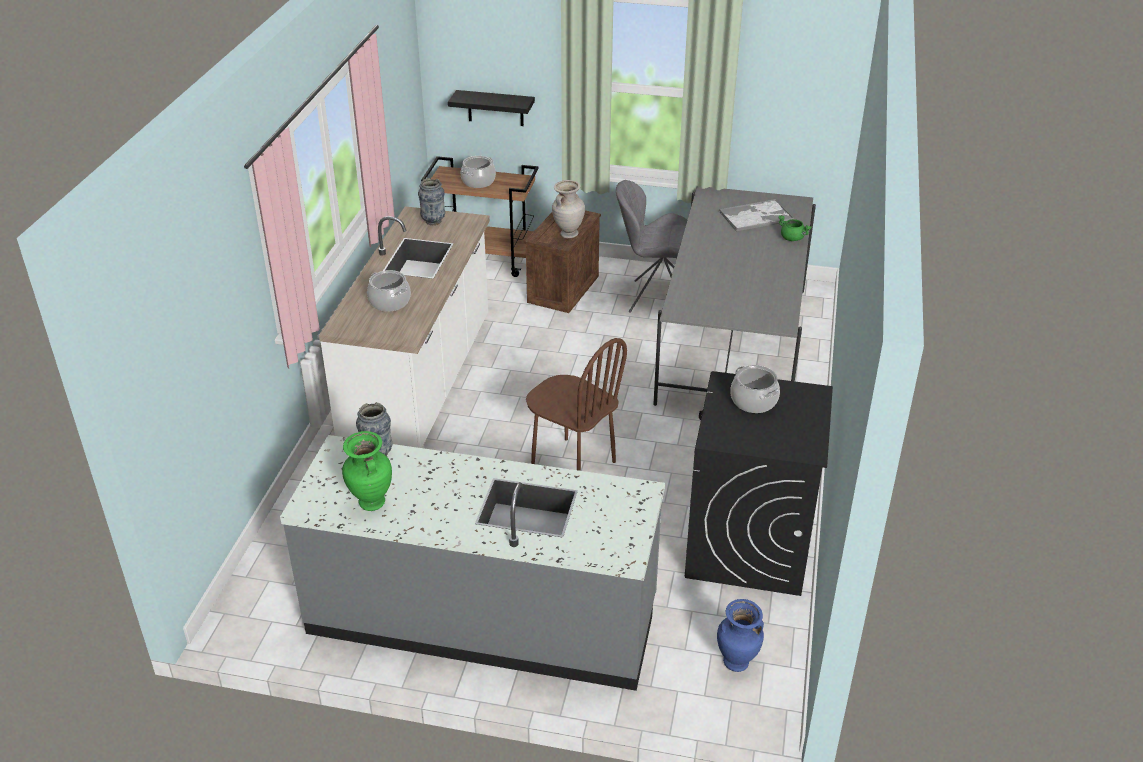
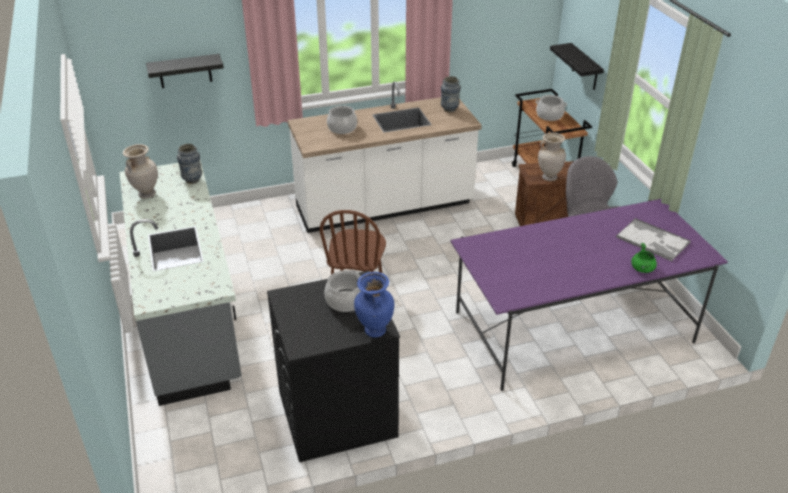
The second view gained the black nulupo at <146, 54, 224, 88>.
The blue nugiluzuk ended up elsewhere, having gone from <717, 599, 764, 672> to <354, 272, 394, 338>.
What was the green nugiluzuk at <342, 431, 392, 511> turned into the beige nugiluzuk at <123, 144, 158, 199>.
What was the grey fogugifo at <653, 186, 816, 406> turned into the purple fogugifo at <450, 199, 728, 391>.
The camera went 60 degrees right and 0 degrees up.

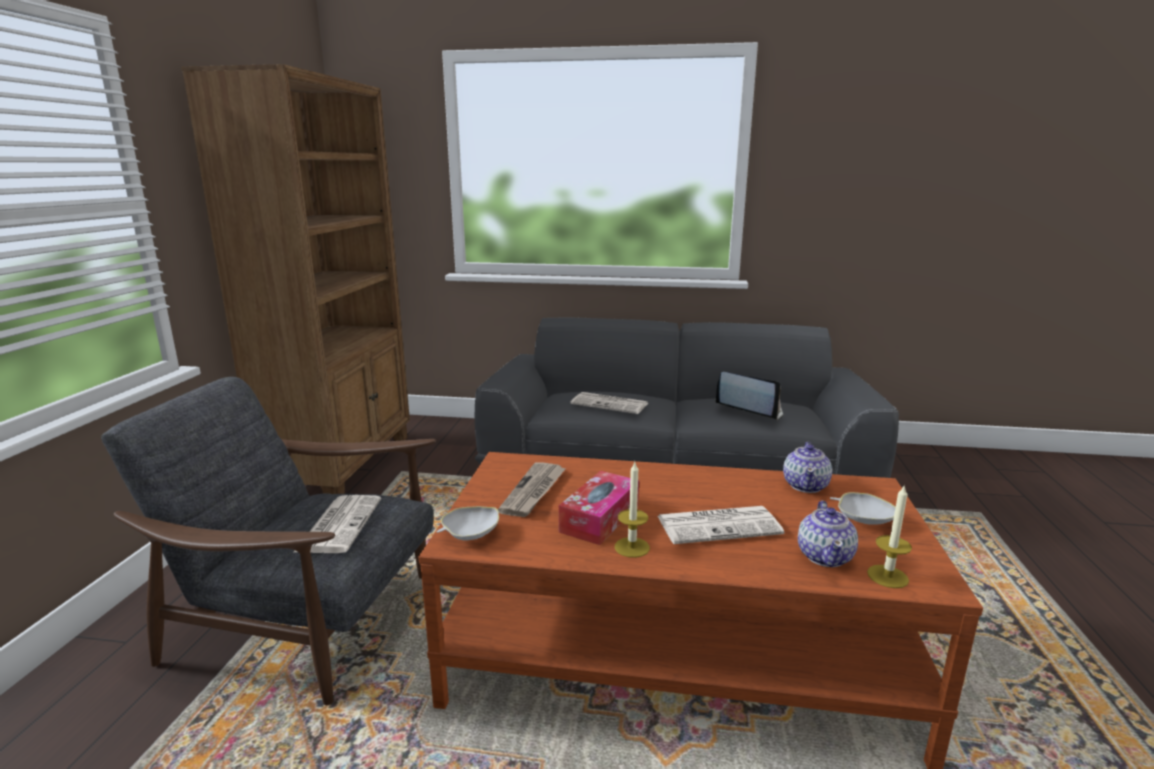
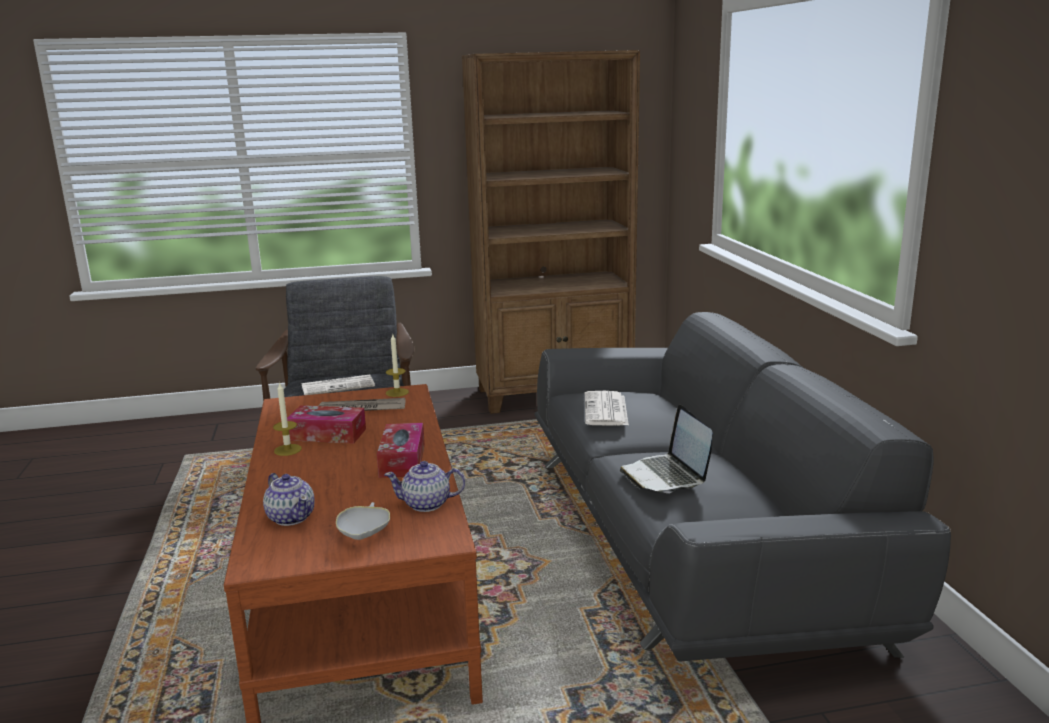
The second view lost the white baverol at <437, 506, 499, 541>.
The second view lost the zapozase at <658, 506, 784, 544>.
The second view gained the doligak at <377, 423, 425, 478>.
The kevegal ended up elsewhere, having gone from <867, 484, 912, 588> to <386, 334, 409, 397>.
The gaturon at <715, 372, 783, 420> ended up facing another way, 150 degrees clockwise from before.
The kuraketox at <798, 501, 858, 567> ended up facing another way, 120 degrees counterclockwise from before.
The camera went 70 degrees right and 0 degrees up.

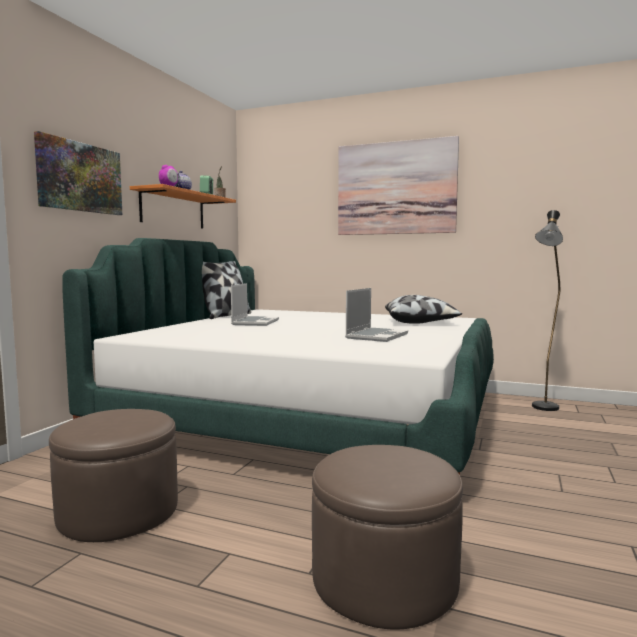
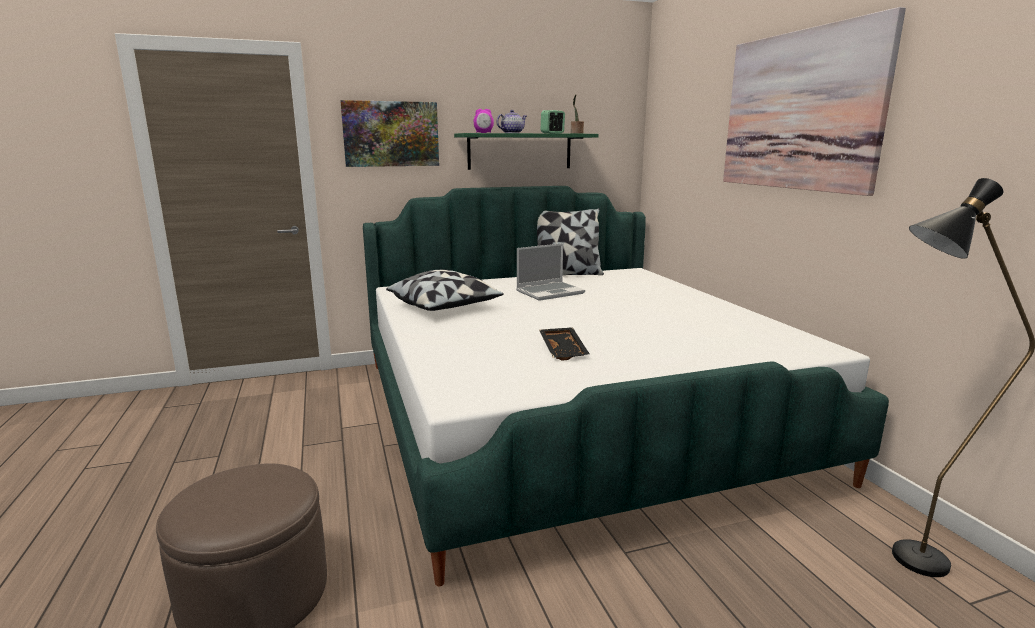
The second view lost the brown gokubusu at <49, 409, 178, 542>.
The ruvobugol ended up elsewhere, having gone from <385, 295, 462, 324> to <386, 270, 504, 311>.
Where the gaturon stood at <345, 288, 408, 342>, the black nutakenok came to stand at <539, 327, 590, 361>.
What was the orange nulupo at <130, 184, 236, 229> turned into the green nulupo at <454, 133, 599, 170>.
The camera went 50 degrees right and 10 degrees up.

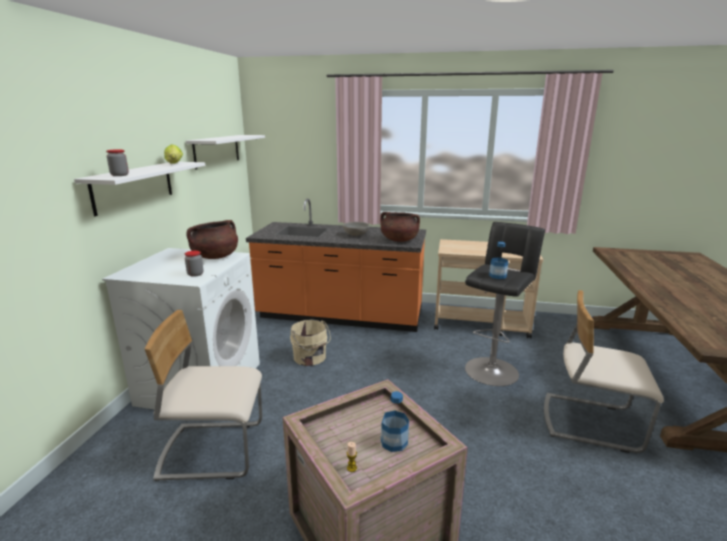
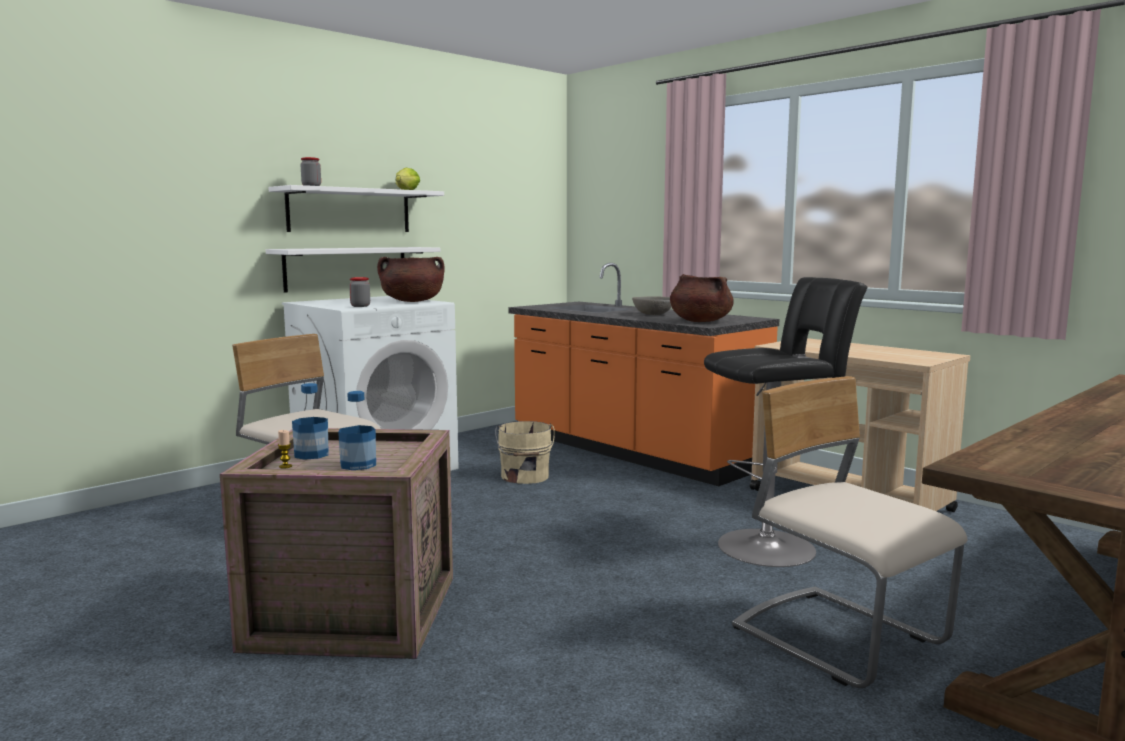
The white nulupo ended up elsewhere, having gone from <186, 135, 265, 169> to <266, 247, 441, 293>.
The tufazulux ended up elsewhere, having gone from <489, 242, 509, 279> to <292, 383, 329, 460>.
The camera went 35 degrees right and 10 degrees down.

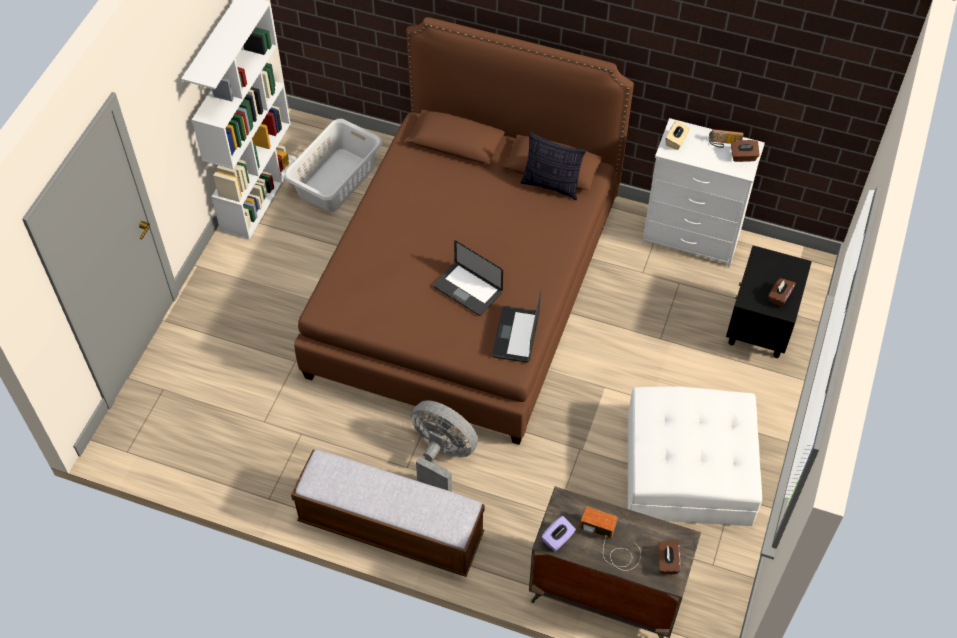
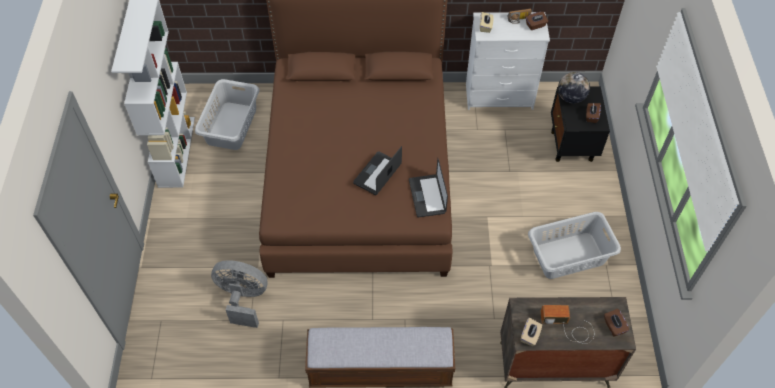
The second view lost the ruvobugol at <521, 132, 586, 200>.
The second view gained the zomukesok at <558, 72, 590, 104>.
The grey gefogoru ended up elsewhere, having gone from <411, 400, 478, 492> to <211, 260, 267, 328>.
Where the white gokubusu stood at <628, 386, 762, 526>, the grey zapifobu came to stand at <528, 212, 621, 279>.
What was the purple doligak at <541, 516, 576, 552> turned into the beige doligak at <521, 318, 542, 346>.
The gaturon at <433, 240, 503, 316> ended up facing another way, 105 degrees clockwise from before.
The camera went 20 degrees left and 0 degrees up.

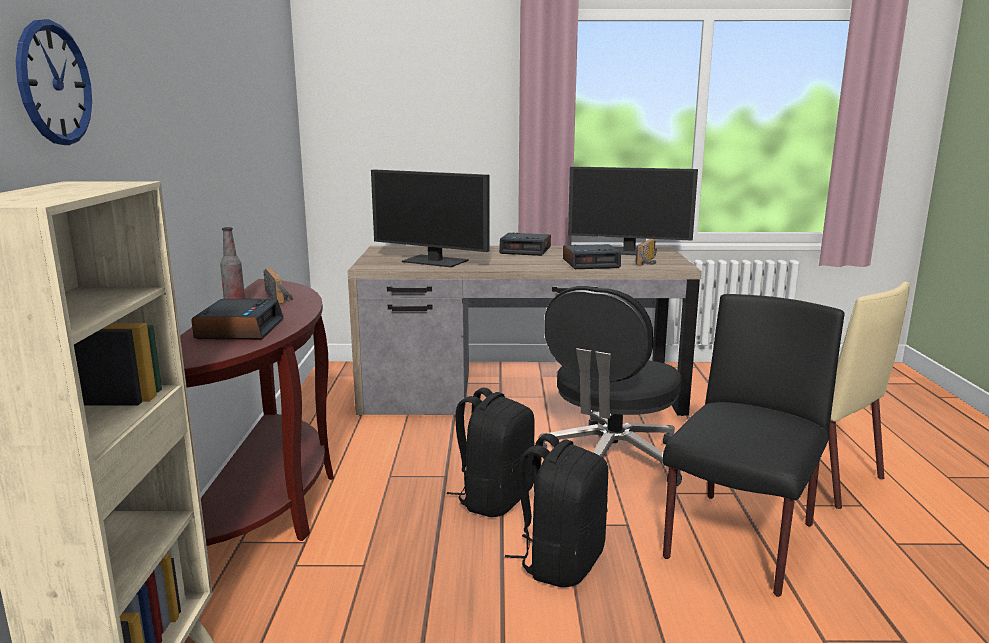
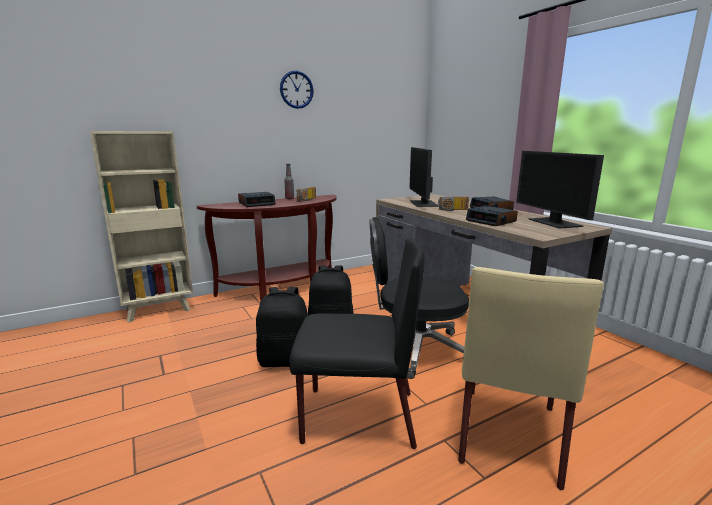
The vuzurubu ended up elsewhere, having gone from <16, 19, 92, 145> to <280, 71, 314, 109>.
The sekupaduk ended up elsewhere, having gone from <635, 239, 656, 266> to <438, 197, 469, 211>.
The camera went 60 degrees right and 0 degrees up.

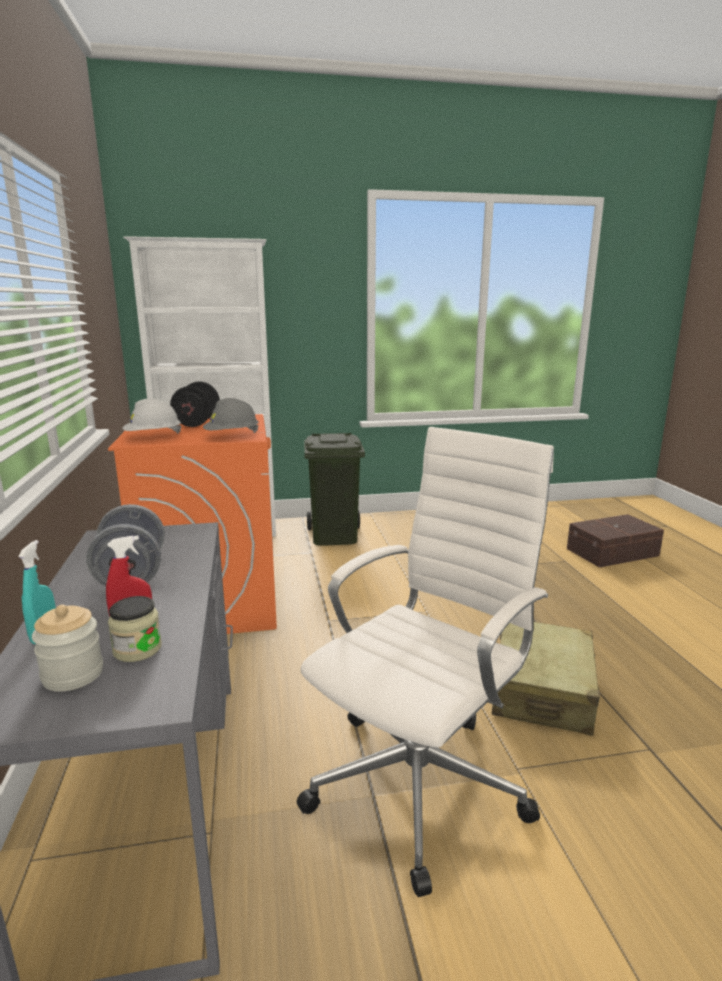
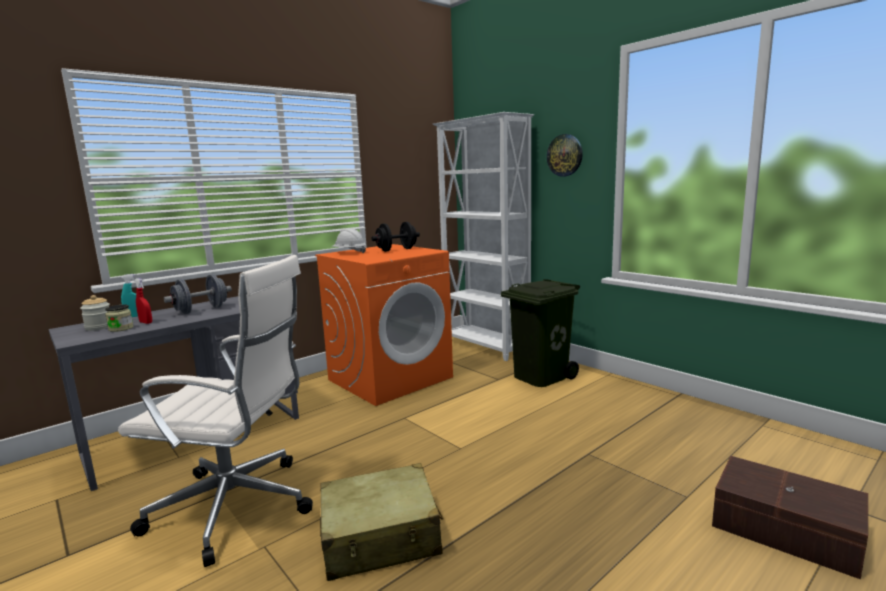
The second view lost the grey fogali at <203, 398, 259, 433>.
The second view gained the vuzurubu at <547, 134, 583, 177>.
The camera went 60 degrees right and 5 degrees down.

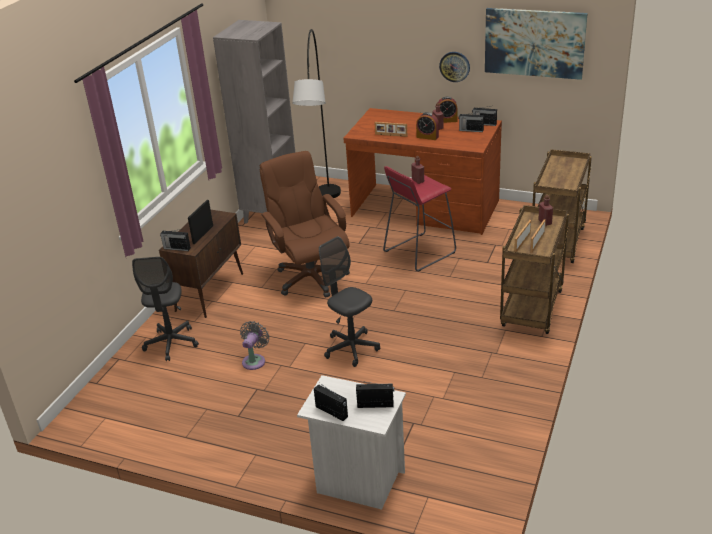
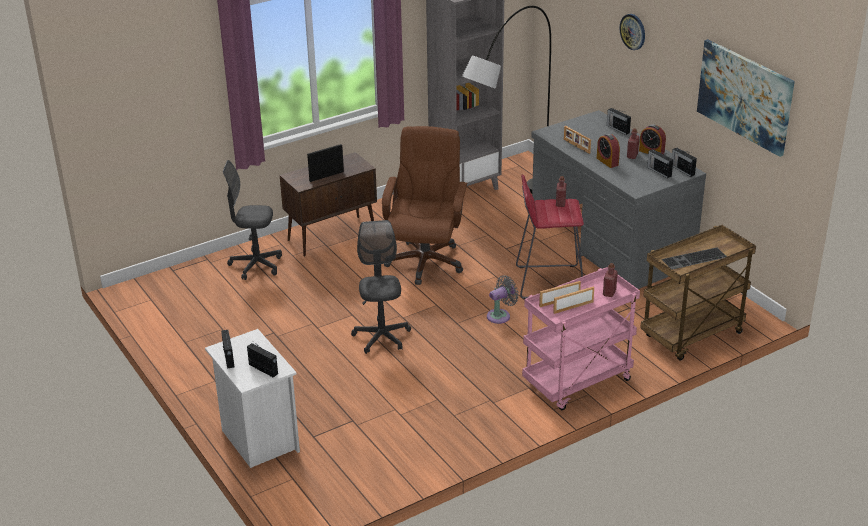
The second view gained the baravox at <662, 247, 727, 270>.
The sekupaduk ended up elsewhere, having gone from <160, 230, 191, 251> to <607, 108, 631, 135>.
The grey gefogoru ended up elsewhere, having gone from <240, 321, 269, 370> to <487, 275, 519, 324>.
The vuzurubu ended up elsewhere, having gone from <439, 52, 470, 82> to <620, 14, 645, 50>.
What was the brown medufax at <343, 108, 502, 235> turned into the grey medufax at <531, 110, 706, 289>.
What was the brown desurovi at <500, 205, 569, 334> turned into the pink desurovi at <522, 267, 640, 410>.
The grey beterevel at <132, 257, 199, 361> ended up facing another way, 60 degrees clockwise from before.
The camera went 35 degrees right and 0 degrees up.

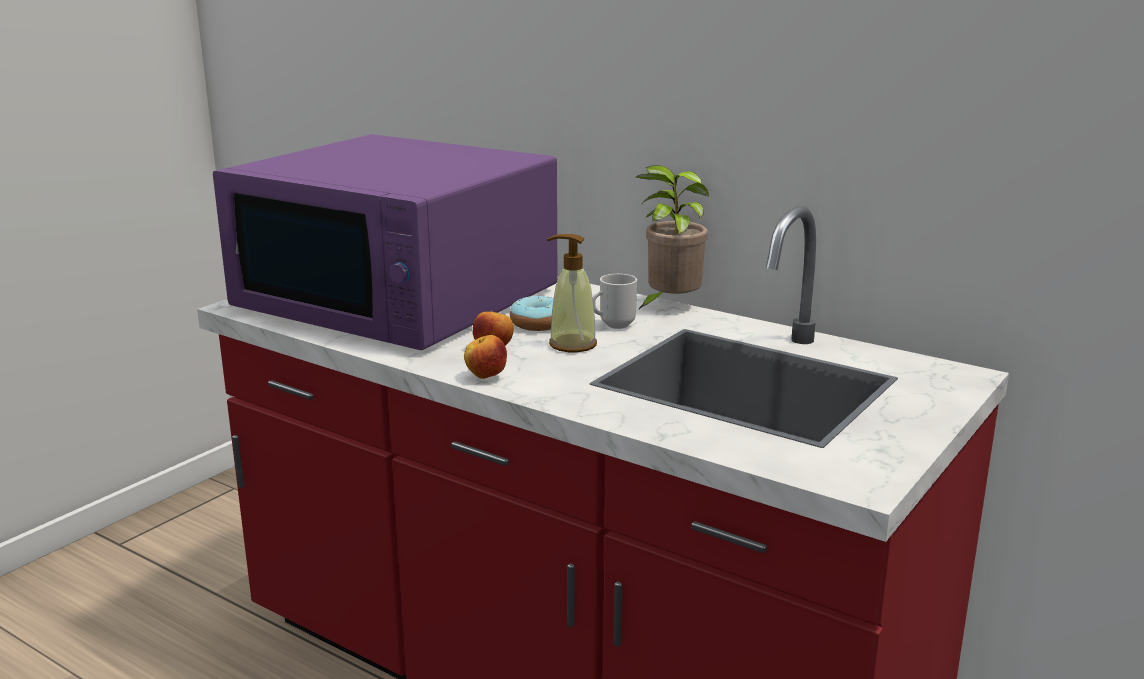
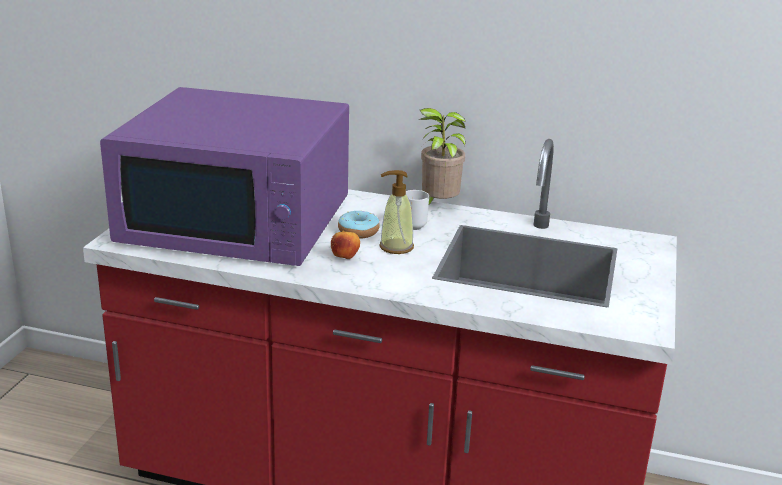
The second view lost the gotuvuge at <464, 335, 507, 379>.
The camera went 20 degrees left and 5 degrees up.

